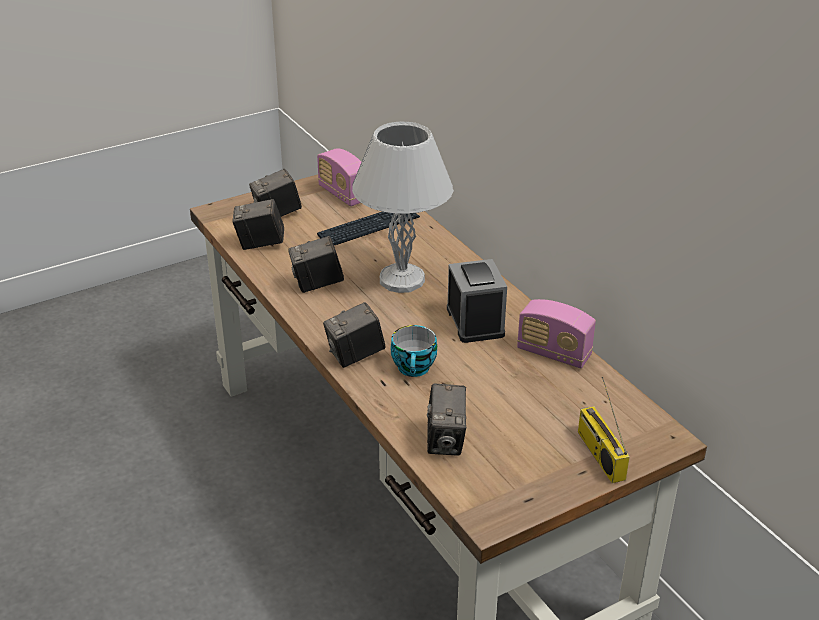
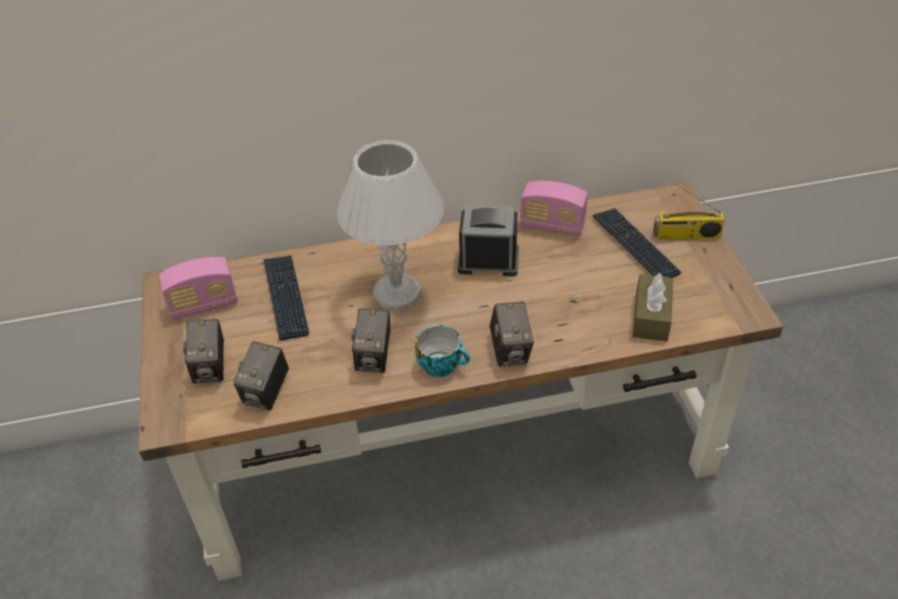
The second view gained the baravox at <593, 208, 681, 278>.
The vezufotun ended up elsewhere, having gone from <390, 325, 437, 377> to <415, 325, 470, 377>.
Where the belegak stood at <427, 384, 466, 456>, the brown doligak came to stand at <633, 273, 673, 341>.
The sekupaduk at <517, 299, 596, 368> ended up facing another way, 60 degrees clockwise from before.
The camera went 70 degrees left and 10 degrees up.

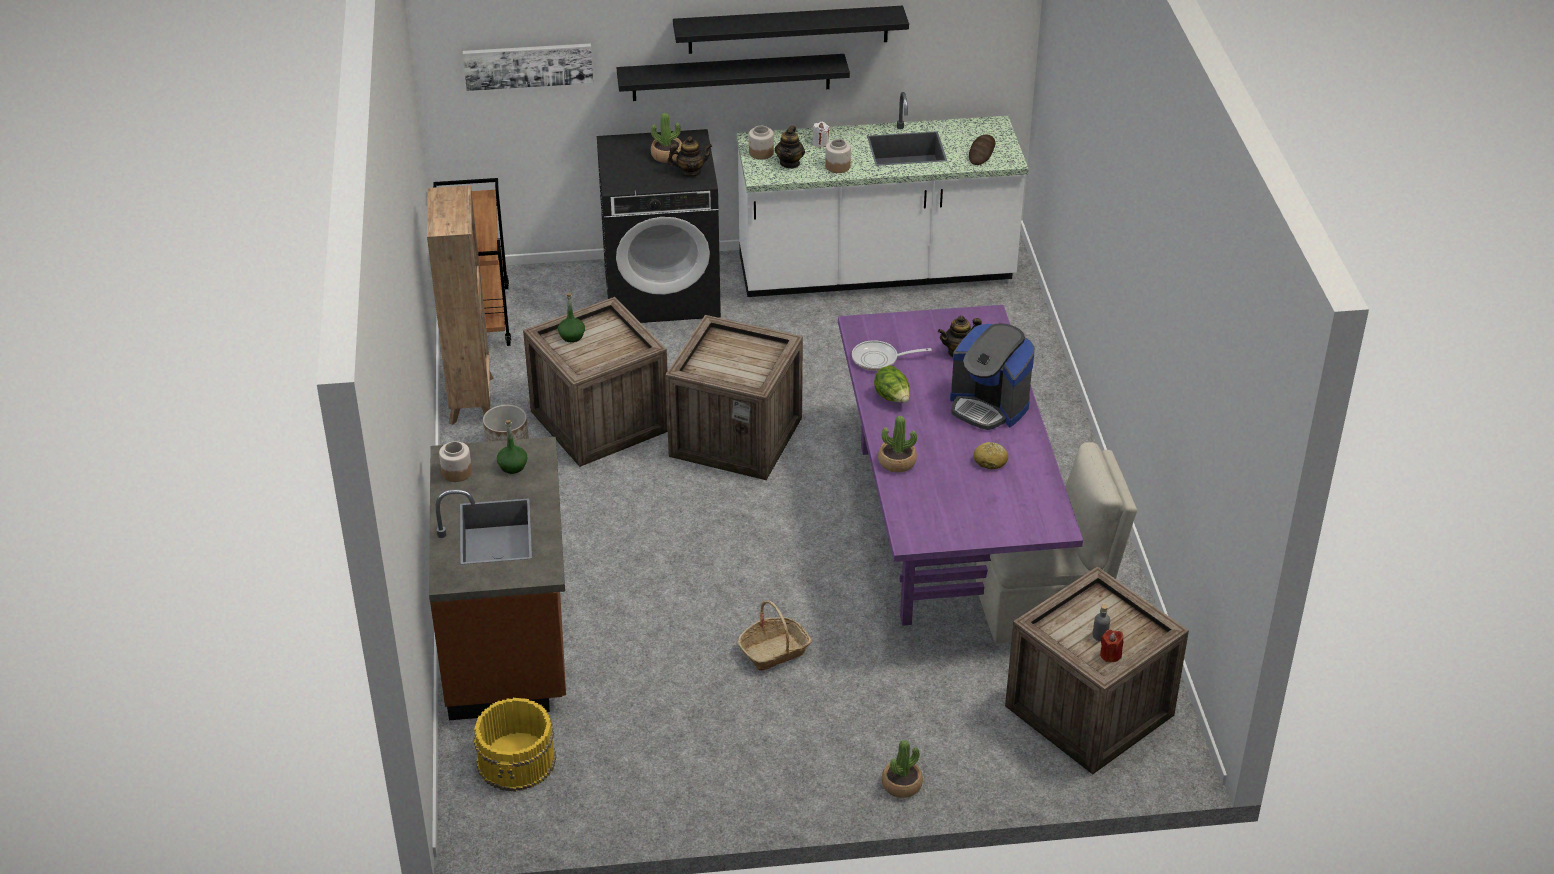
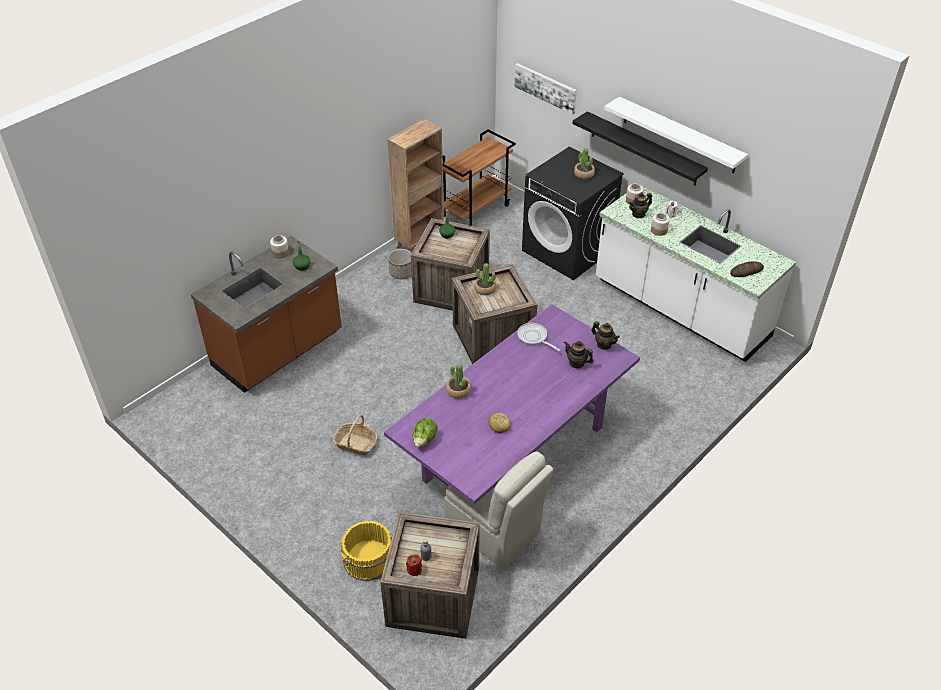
The second view lost the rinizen at <950, 323, 1035, 430>.
The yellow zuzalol ended up elsewhere, having gone from <473, 698, 556, 792> to <341, 521, 392, 581>.
The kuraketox ended up elsewhere, having gone from <667, 136, 712, 177> to <591, 321, 620, 350>.
The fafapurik ended up elsewhere, having gone from <874, 366, 910, 403> to <413, 418, 438, 447>.
The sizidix ended up elsewhere, having gone from <881, 740, 923, 798> to <474, 263, 496, 295>.
What was the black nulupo at <673, 6, 909, 54> turned into the white nulupo at <604, 97, 748, 173>.
The camera went 50 degrees right and 5 degrees up.

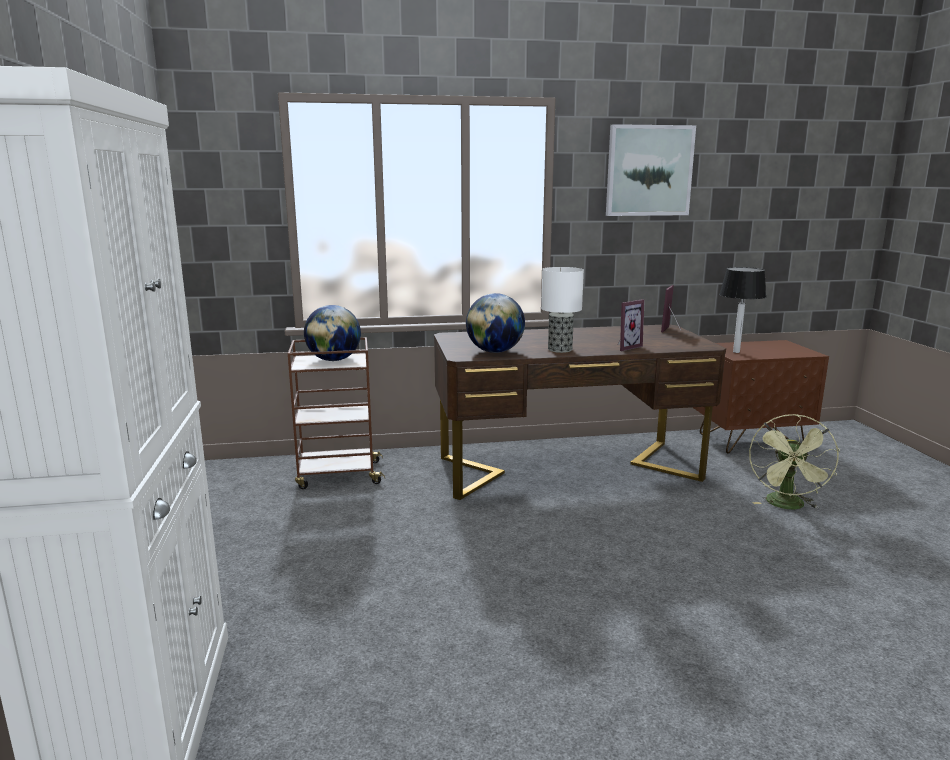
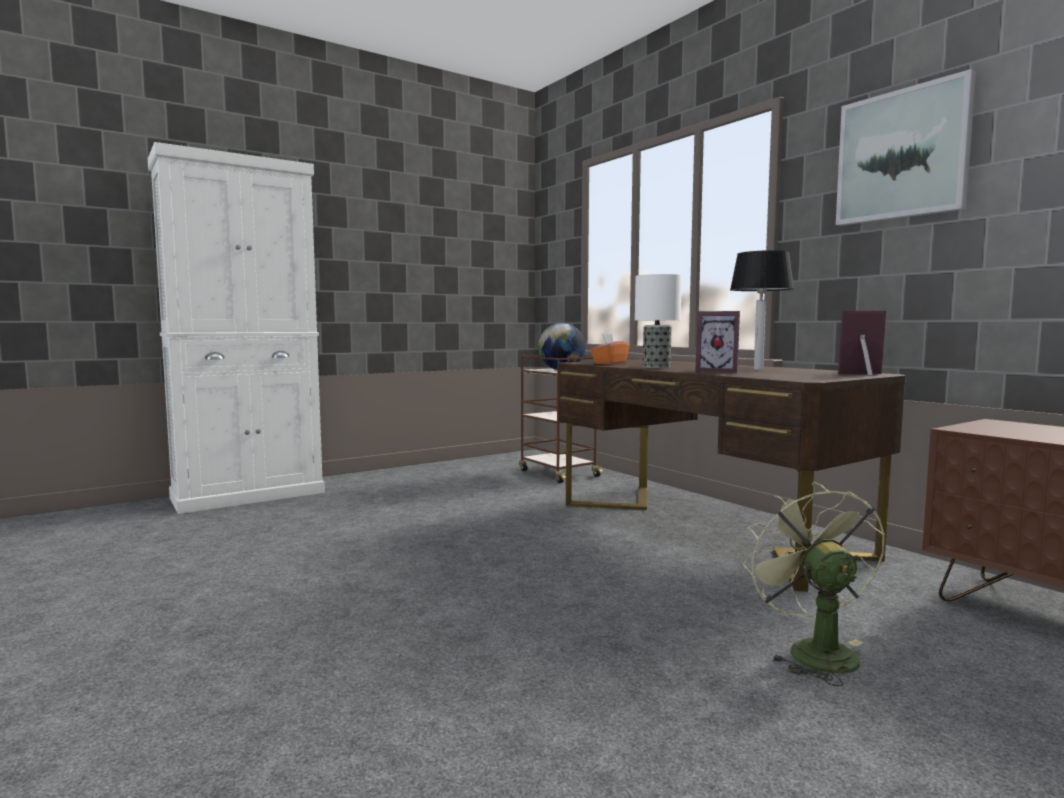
The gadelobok ended up elsewhere, having gone from <719, 267, 767, 353> to <730, 250, 794, 370>.
Where the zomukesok stood at <466, 293, 525, 353>, the orange doligak came to stand at <590, 334, 630, 365>.
The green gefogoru at <749, 414, 840, 509> ended up facing another way, 90 degrees clockwise from before.
The camera went 65 degrees right and 10 degrees down.

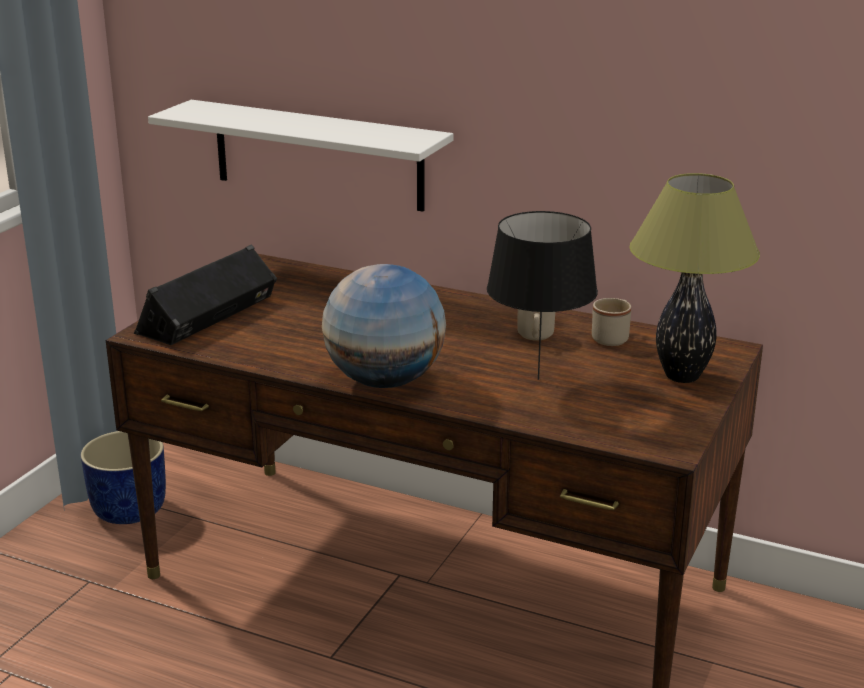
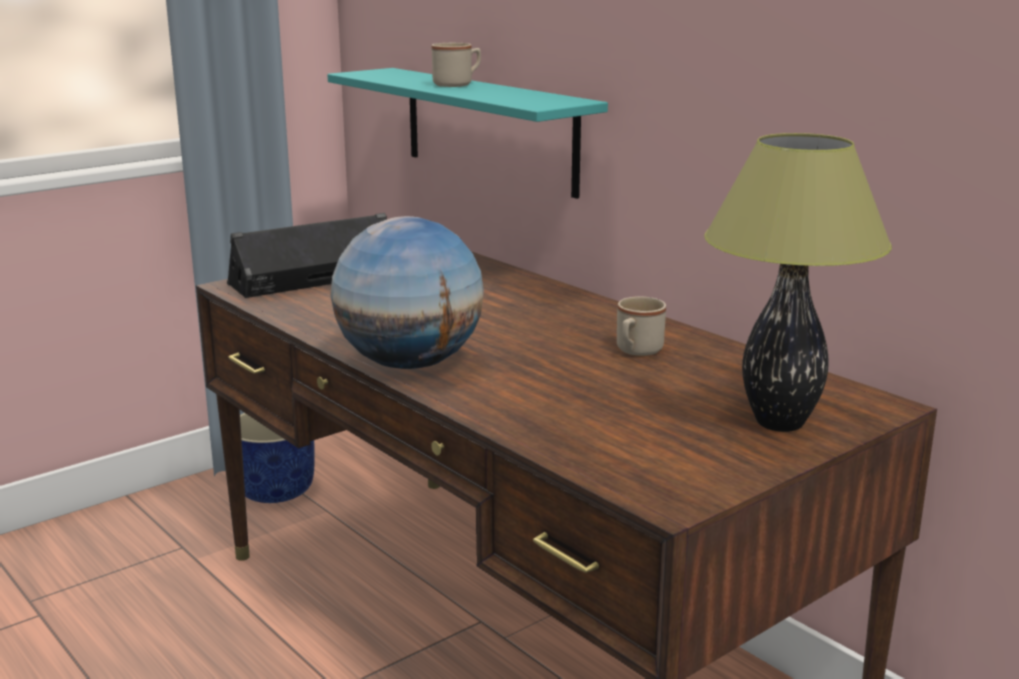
The second view lost the black gadelobok at <487, 211, 598, 380>.
The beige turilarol ended up elsewhere, having gone from <592, 298, 631, 346> to <431, 43, 481, 87>.
What was the white nulupo at <148, 100, 453, 212> turned into the turquoise nulupo at <327, 68, 608, 199>.
The camera went 25 degrees right and 5 degrees down.

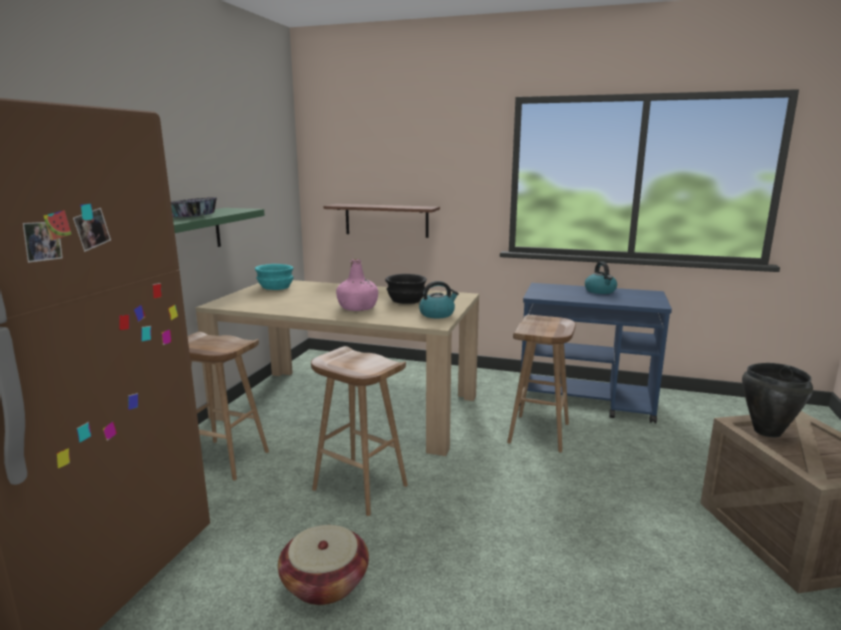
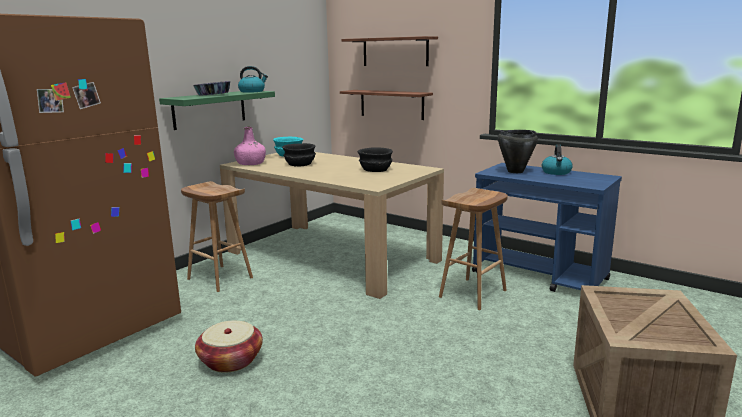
The second view lost the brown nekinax at <311, 346, 408, 516>.
The second view gained the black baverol at <282, 143, 316, 166>.
The second view gained the nulupo at <341, 36, 438, 66>.
The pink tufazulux ended up elsewhere, having gone from <336, 259, 378, 311> to <234, 127, 266, 165>.
The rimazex ended up elsewhere, having gone from <419, 281, 459, 318> to <238, 66, 268, 93>.
The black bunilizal ended up elsewhere, having gone from <742, 363, 813, 437> to <498, 130, 538, 173>.
The camera went 20 degrees right and 0 degrees up.

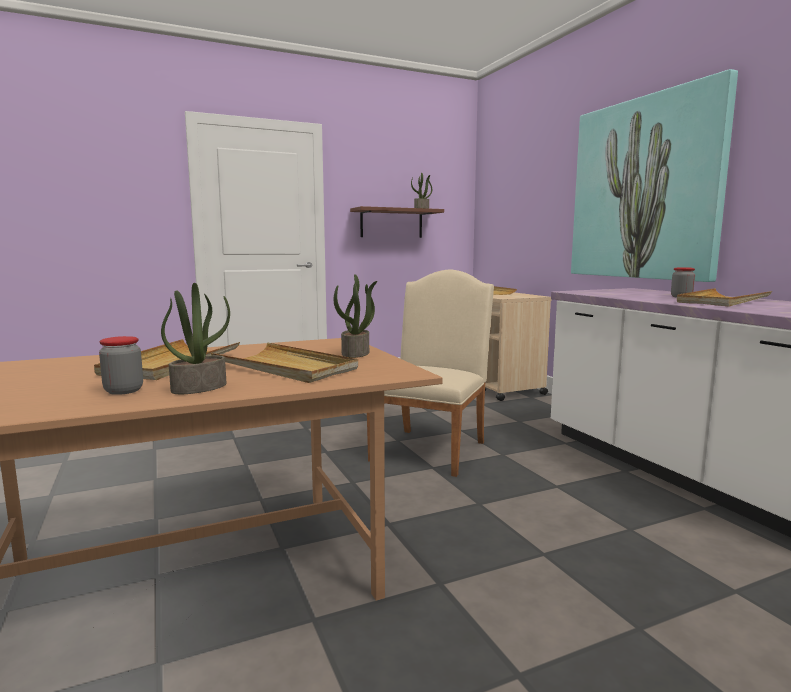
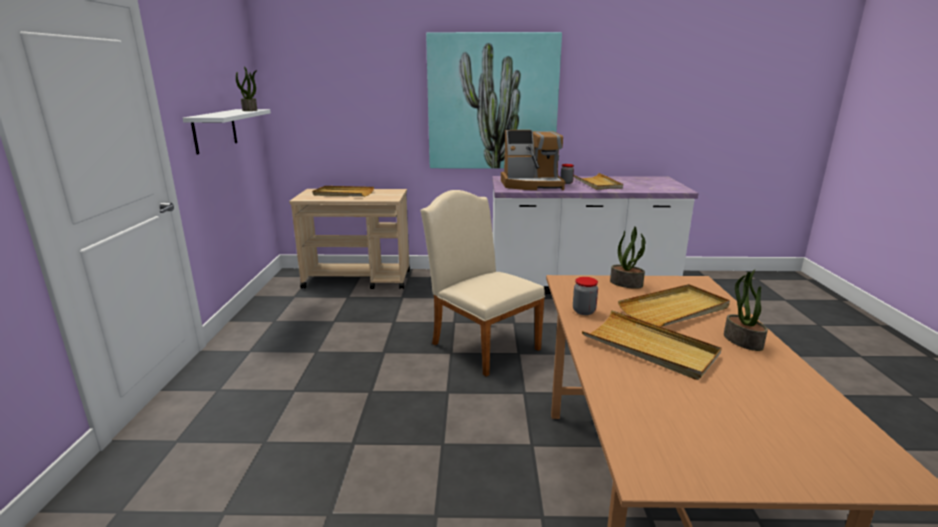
The second view gained the rinizen at <501, 130, 566, 190>.
The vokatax ended up elsewhere, having gone from <99, 336, 143, 395> to <573, 277, 598, 315>.
What was the brown nulupo at <350, 206, 444, 238> turned into the white nulupo at <183, 109, 271, 155>.
The camera went 65 degrees left and 10 degrees up.

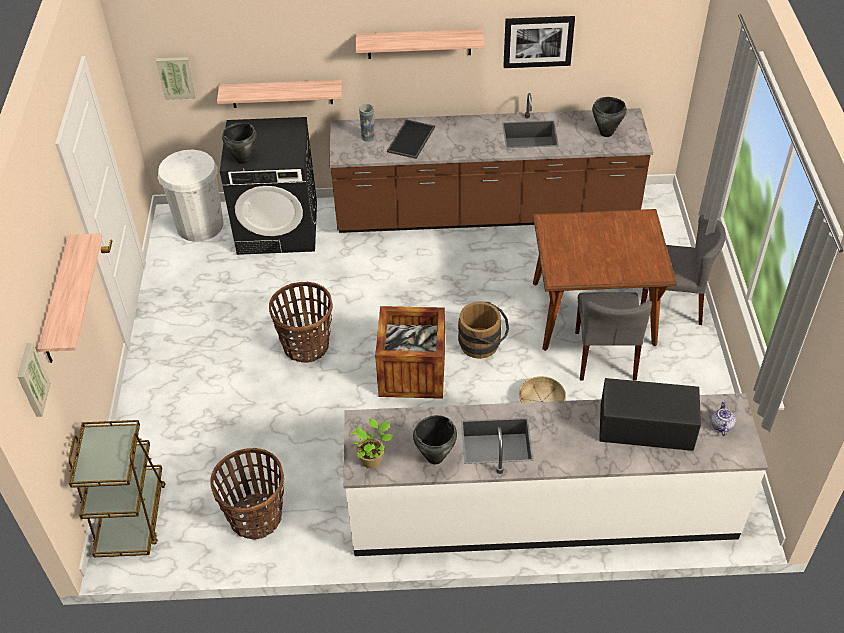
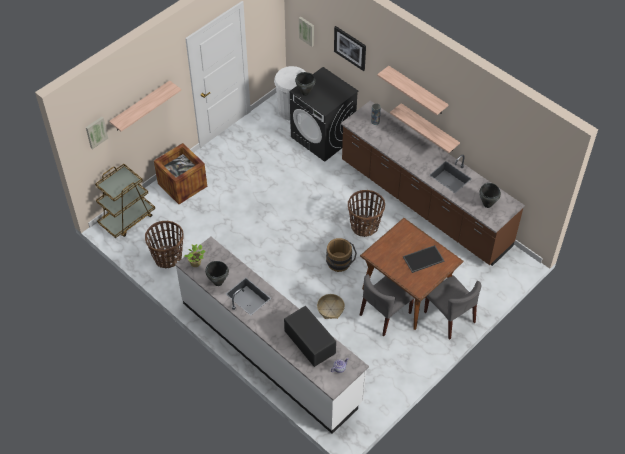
The nulupo ended up elsewhere, having gone from <217, 80, 342, 108> to <390, 103, 460, 153>.
The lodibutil ended up elsewhere, having gone from <269, 282, 333, 363> to <348, 190, 385, 237>.
The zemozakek ended up elsewhere, having gone from <375, 306, 445, 399> to <154, 143, 207, 204>.
The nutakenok ended up elsewhere, having gone from <387, 119, 435, 159> to <403, 245, 444, 273>.
The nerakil ended up elsewhere, having gone from <503, 16, 575, 68> to <334, 26, 366, 71>.
The camera went 45 degrees right and 5 degrees up.

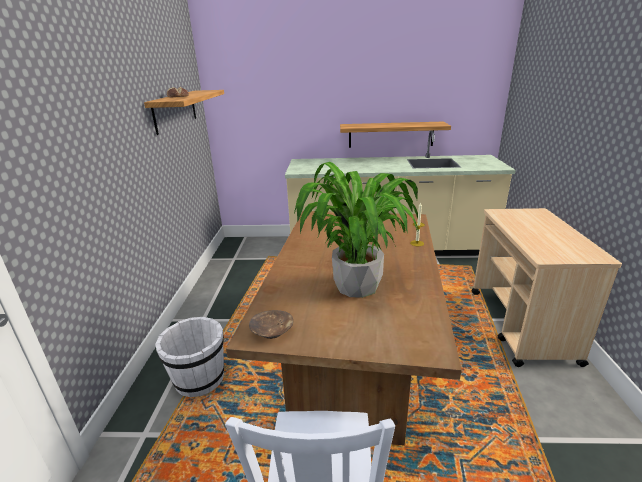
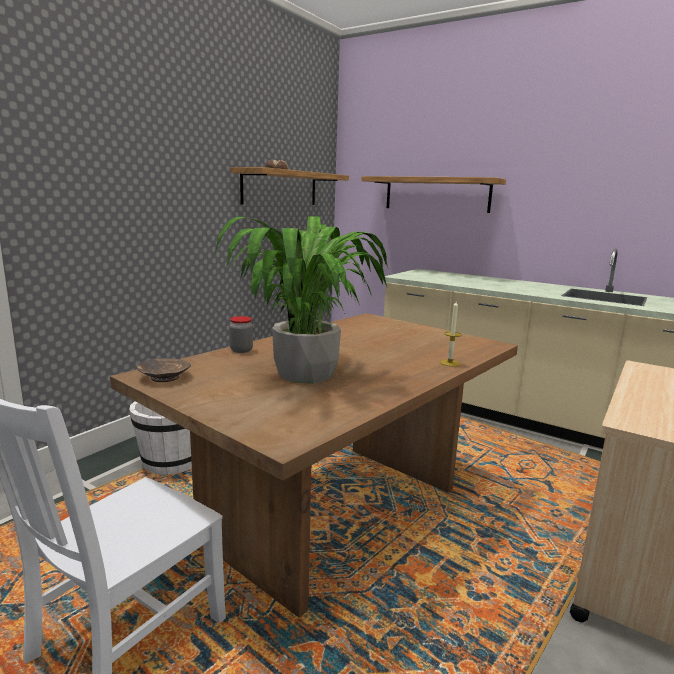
The second view gained the vokatax at <229, 316, 253, 353>.
The nulupo ended up elsewhere, having gone from <340, 122, 451, 148> to <362, 176, 506, 213>.
The camera went 30 degrees right and 10 degrees down.

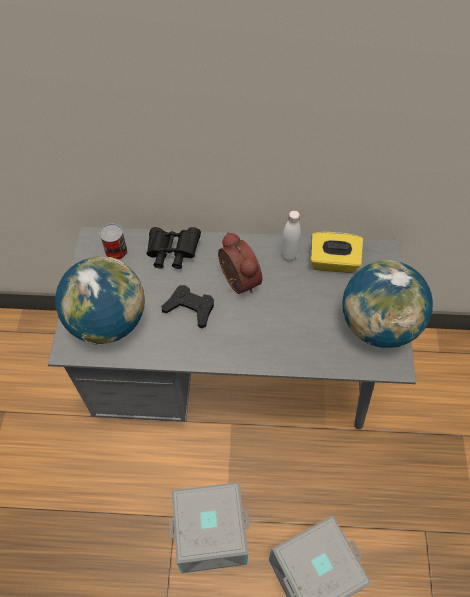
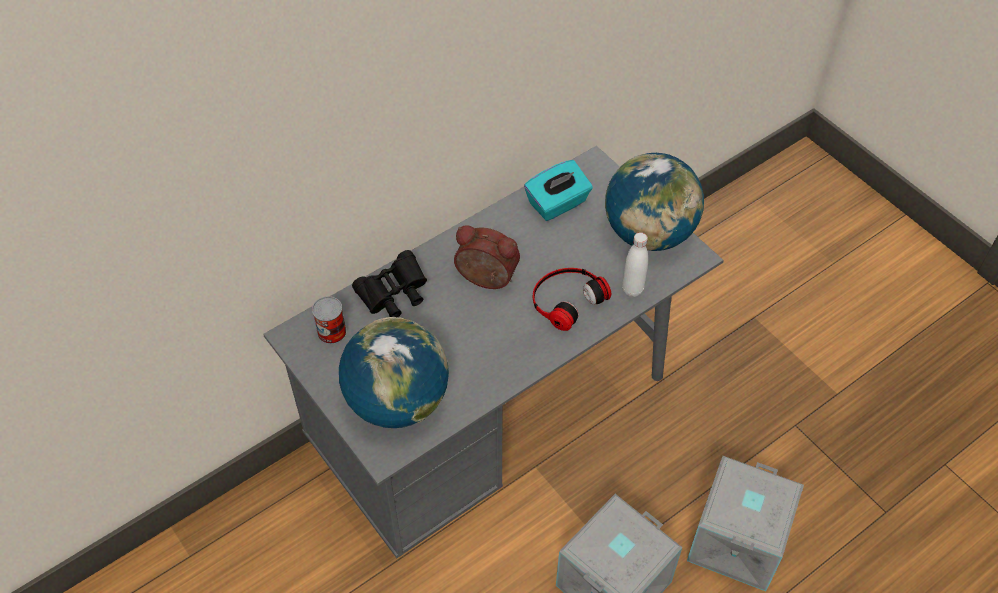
The second view lost the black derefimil at <162, 285, 214, 329>.
The second view gained the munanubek at <533, 268, 611, 331>.
The white tufazulux ended up elsewhere, having gone from <281, 210, 301, 261> to <622, 232, 648, 297>.
What was the yellow doligak at <311, 232, 363, 273> turned into the turquoise doligak at <524, 160, 593, 221>.
The camera went 40 degrees left and 5 degrees down.

